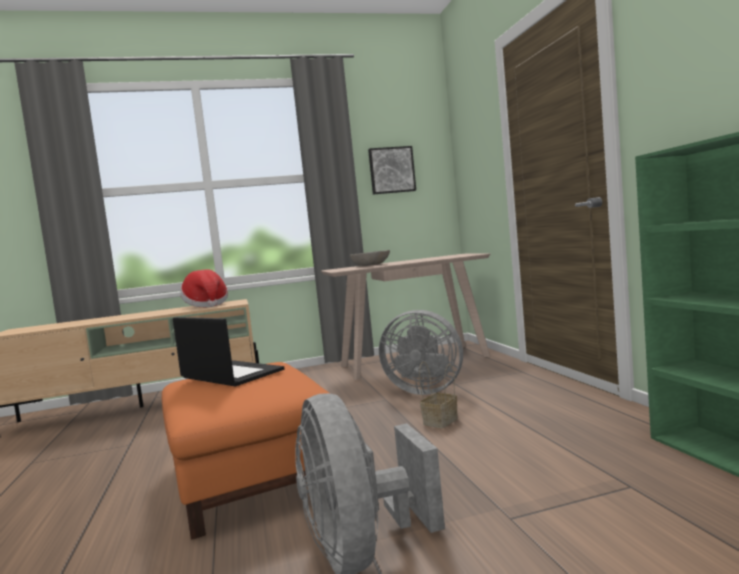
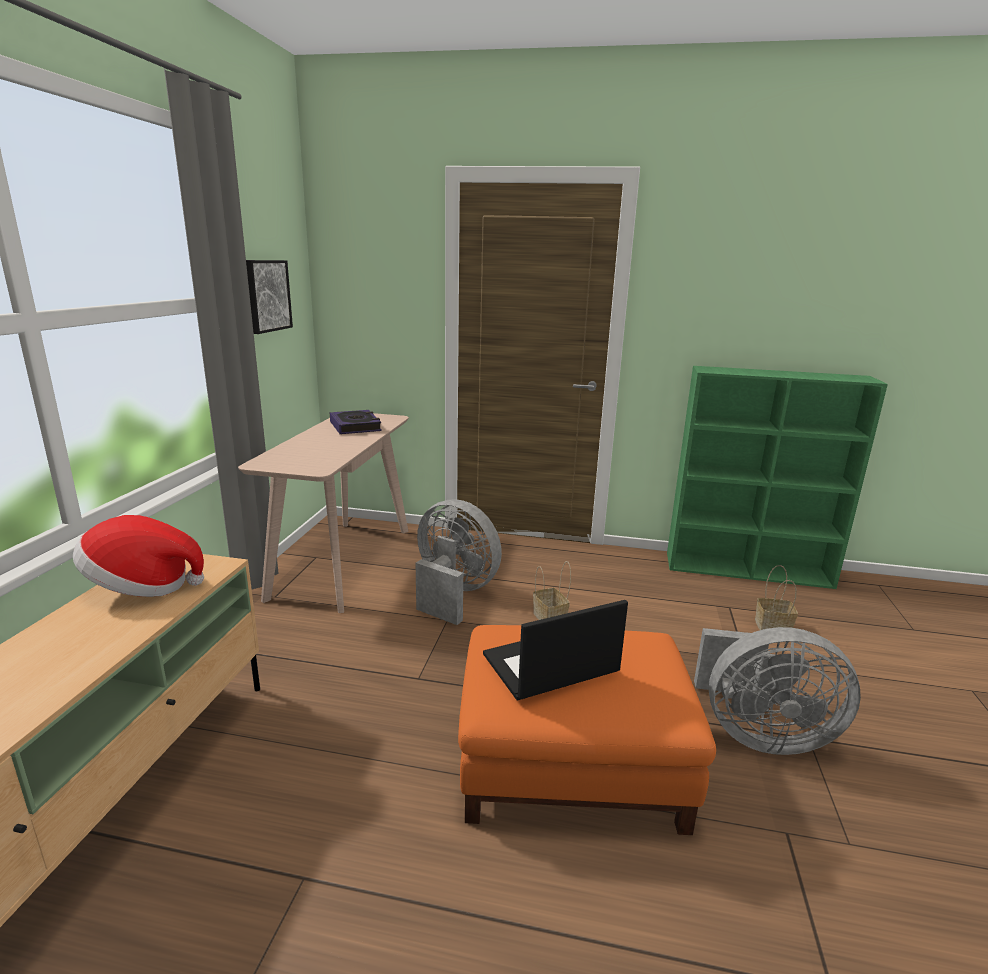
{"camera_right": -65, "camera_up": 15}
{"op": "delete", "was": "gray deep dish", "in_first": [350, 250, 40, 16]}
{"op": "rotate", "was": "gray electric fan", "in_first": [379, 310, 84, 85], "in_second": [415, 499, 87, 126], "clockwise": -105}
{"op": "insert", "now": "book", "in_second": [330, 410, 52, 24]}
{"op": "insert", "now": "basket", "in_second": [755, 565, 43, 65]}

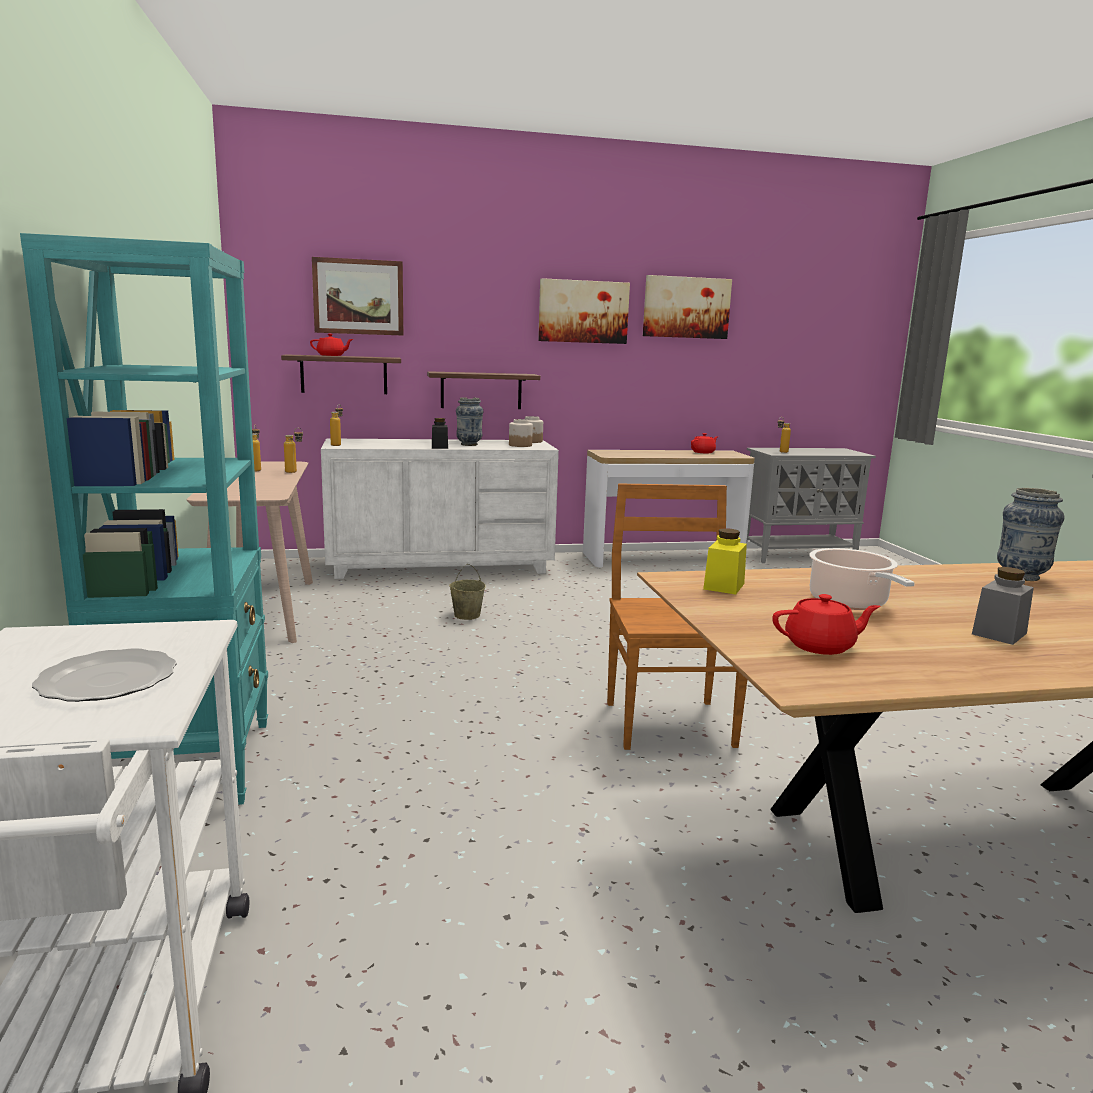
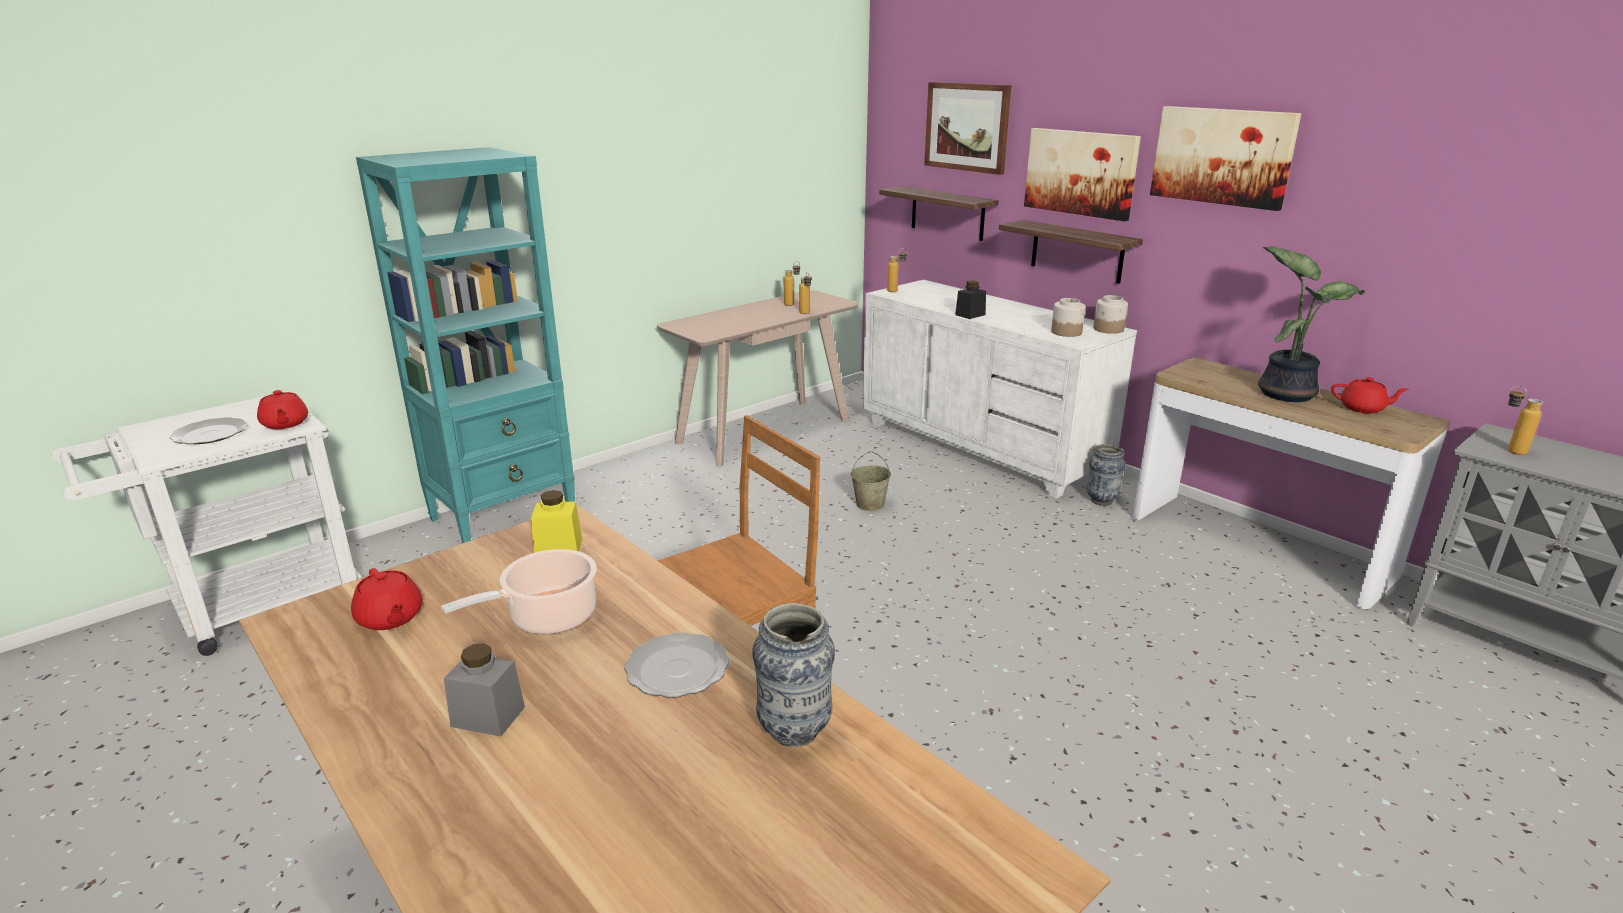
{"camera_right": 60, "camera_up": 10}
{"op": "move", "was": "red-coloured teapot", "in_first": [310, 334, 43, 22], "in_second": [257, 390, 51, 39]}
{"op": "move", "was": "decorative vase", "in_first": [456, 397, 27, 49], "in_second": [1087, 444, 39, 62]}
{"op": "move", "was": "wall picture", "in_first": [643, 275, 89, 64], "in_second": [1024, 128, 117, 93]}
{"op": "insert", "now": "flat dish", "in_second": [624, 632, 105, 66]}
{"op": "insert", "now": "houseplant", "in_second": [1258, 246, 106, 156]}

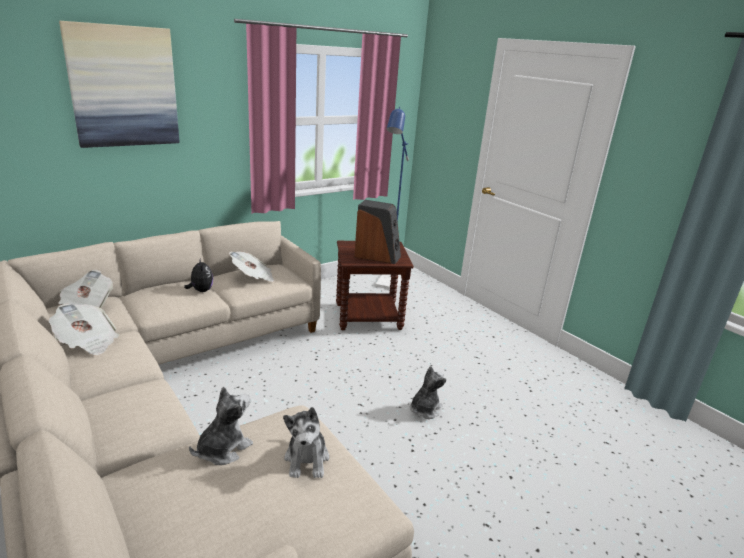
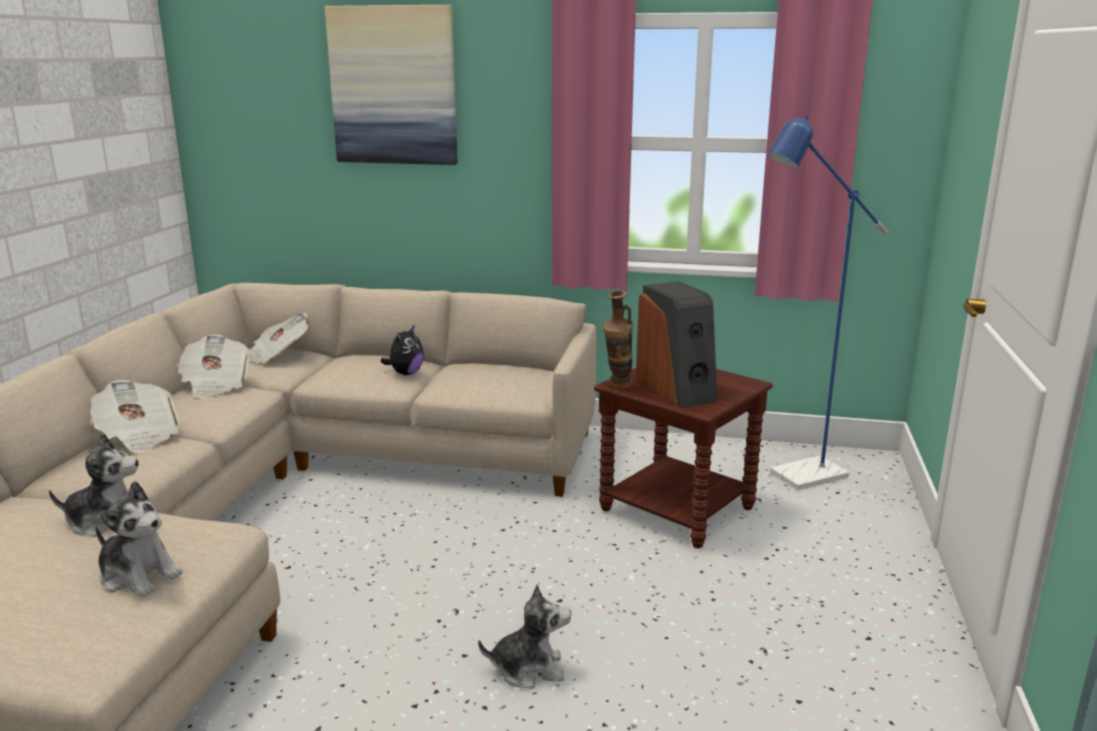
{"camera_right": 50, "camera_up": -5}
{"op": "move", "was": "daily paper", "in_first": [229, 251, 45, 31], "in_second": [90, 380, 90, 73]}
{"op": "rotate", "was": "cuddly toy", "in_first": [283, 407, 46, 71], "in_second": [95, 481, 88, 116], "clockwise": -105}
{"op": "insert", "now": "decorative vase", "in_second": [603, 290, 30, 99]}

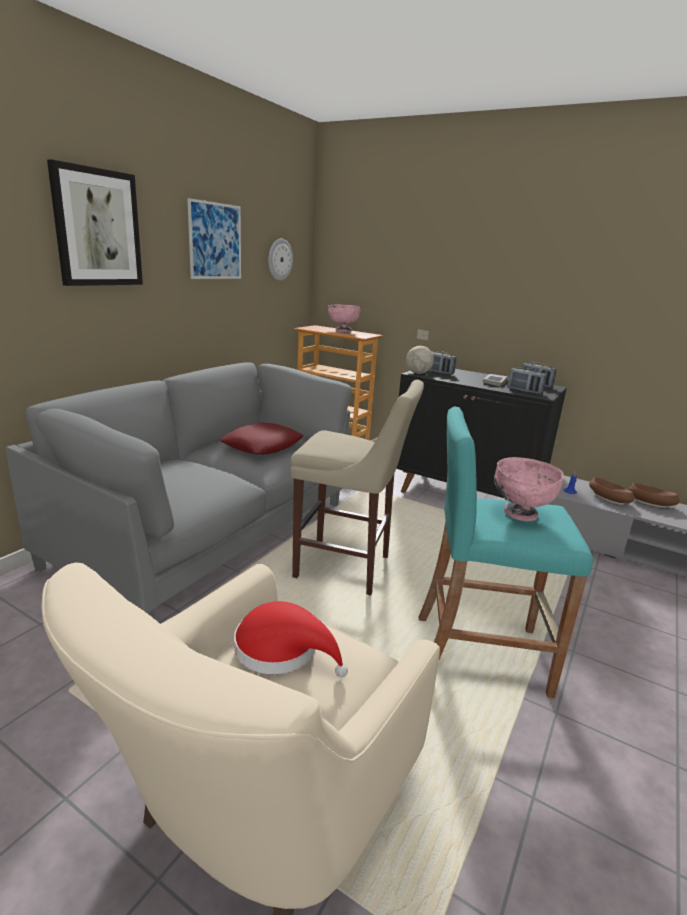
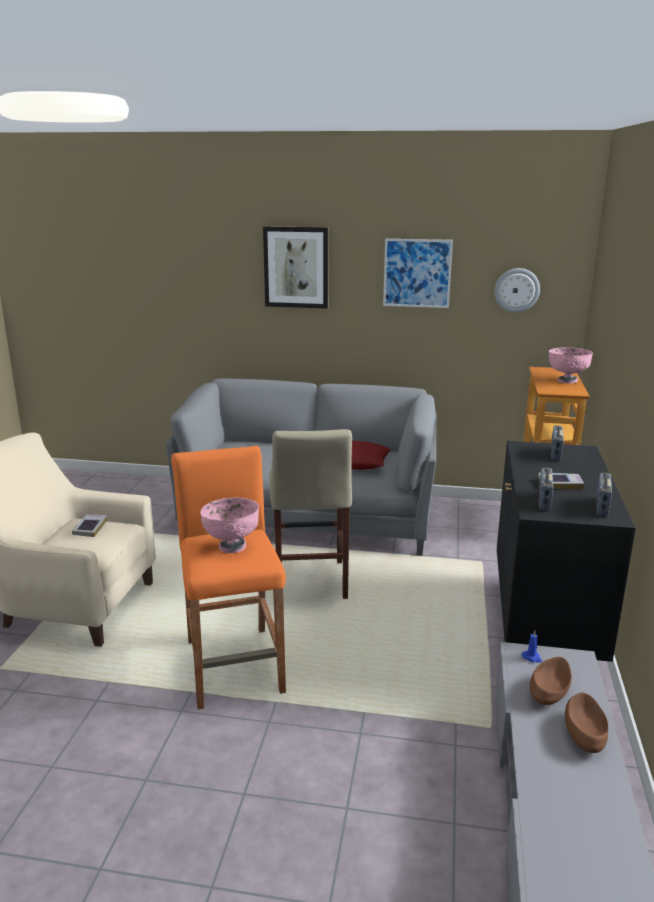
{"camera_right": 70, "camera_up": 0}
{"op": "replace", "was": "red-coloured clothing hat", "now": "book", "in_first": [234, 601, 114, 76], "in_second": [72, 515, 35, 22]}
{"op": "delete", "was": "world globe", "in_first": [406, 329, 28, 45]}
{"op": "recolor", "was": "blue-green stool", "now": "orange stool", "in_first": [419, 406, 174, 292], "in_second": [171, 446, 115, 263]}

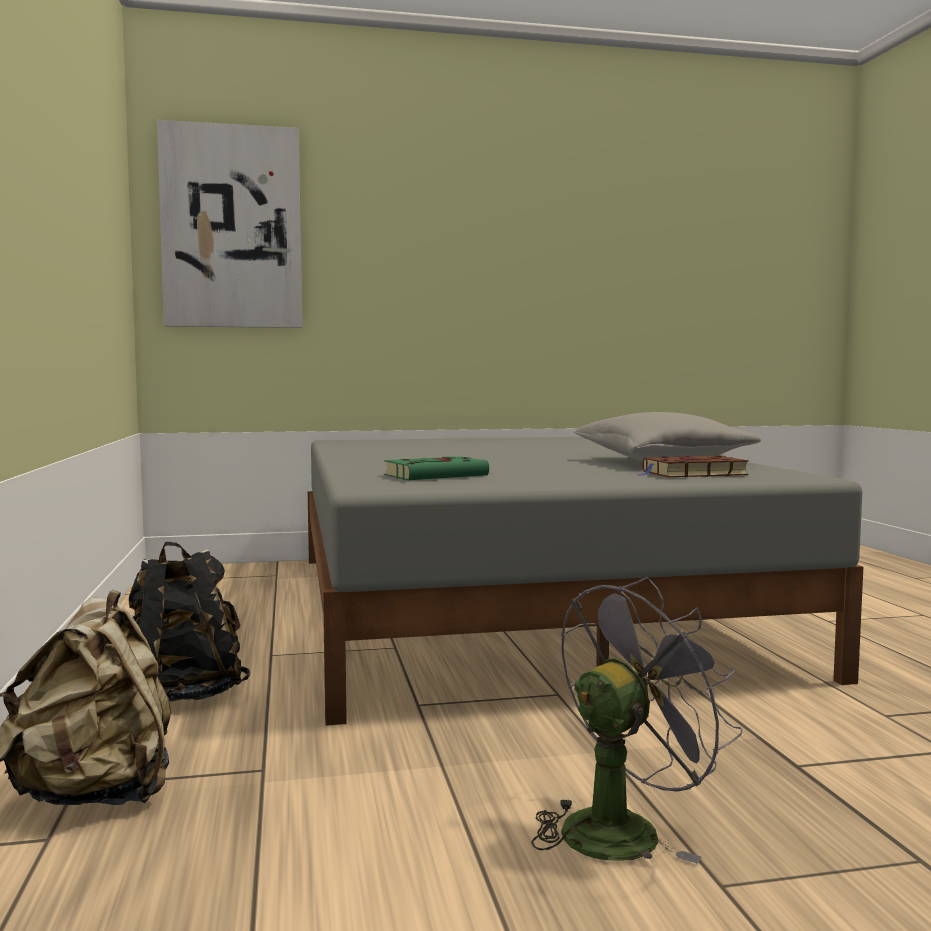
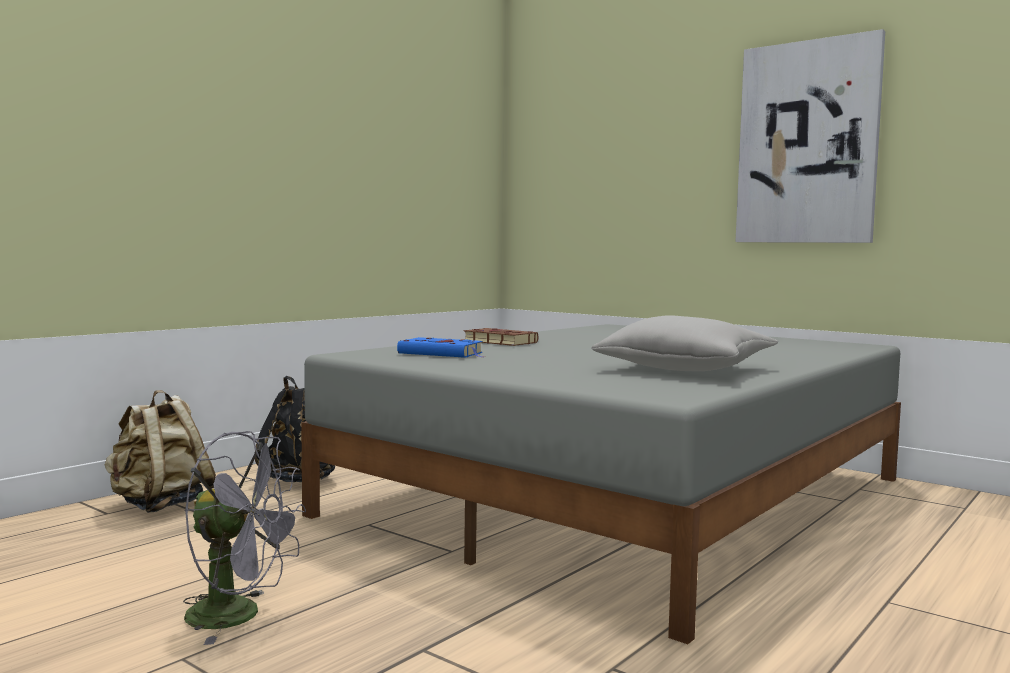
{"camera_right": 50, "camera_up": 0}
{"op": "move", "was": "wall picture", "in_first": [157, 120, 145, 208], "in_second": [736, 29, 149, 214]}
{"op": "recolor", "was": "greenish book", "now": "blue-coloured book", "in_first": [384, 456, 108, 24], "in_second": [397, 337, 86, 21]}
{"op": "move", "was": "brownish book", "in_first": [635, 455, 114, 22], "in_second": [464, 328, 74, 18]}

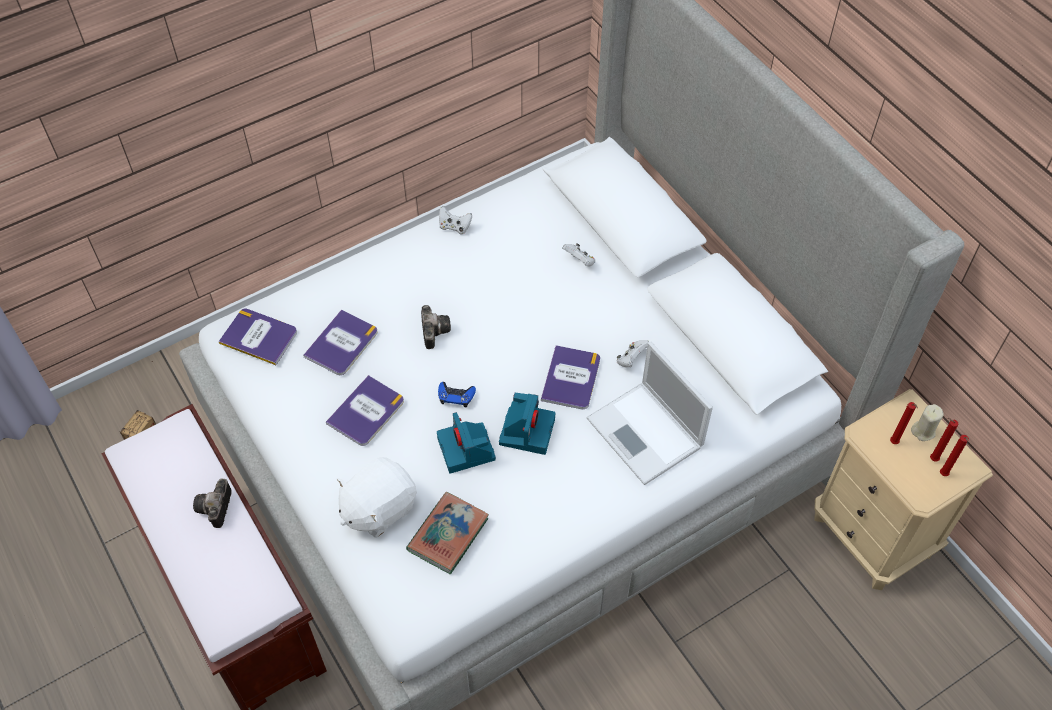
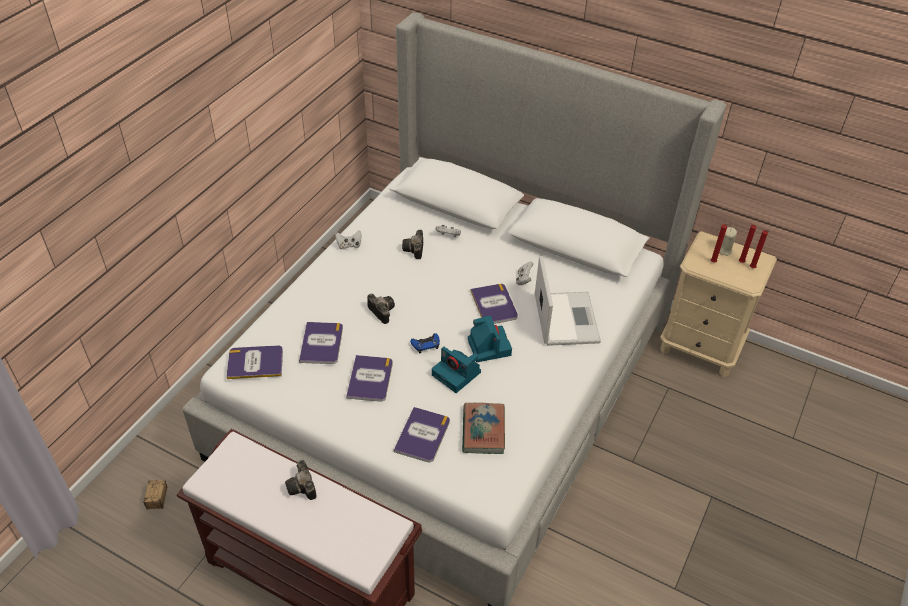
{"camera_right": -30, "camera_up": -10}
{"op": "replace", "was": "white-coloured cuddly toy", "now": "book", "in_first": [337, 457, 80, 81], "in_second": [394, 407, 56, 55]}
{"op": "rotate", "was": "portable computer", "in_first": [586, 342, 127, 143], "in_second": [535, 256, 66, 90], "clockwise": -120}
{"op": "insert", "now": "photo camera", "in_second": [402, 230, 21, 29]}

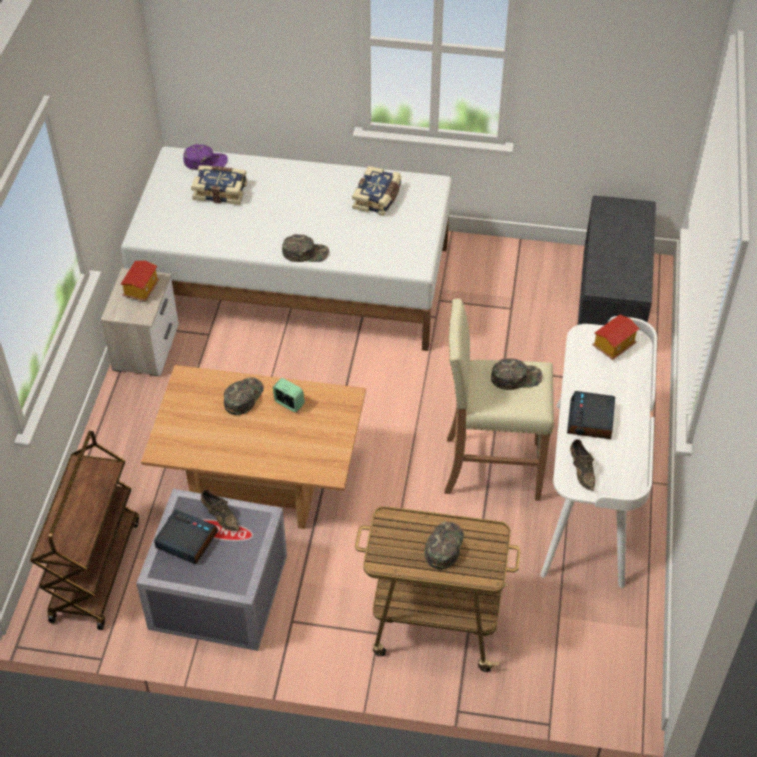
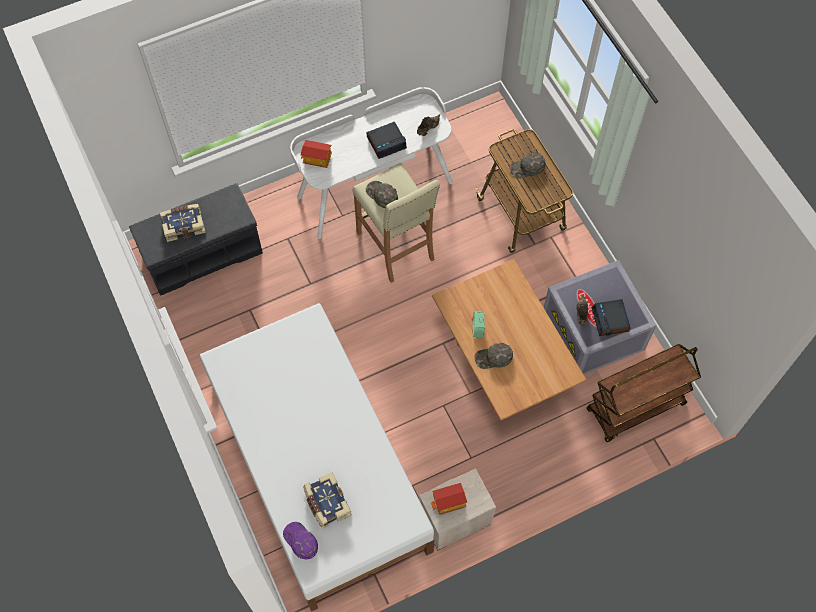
{"camera_right": -125, "camera_up": 15}
{"op": "delete", "was": "greenish peaked cap", "in_first": [282, 234, 47, 28]}
{"op": "move", "was": "book", "in_first": [352, 166, 50, 50], "in_second": [160, 204, 46, 38]}

